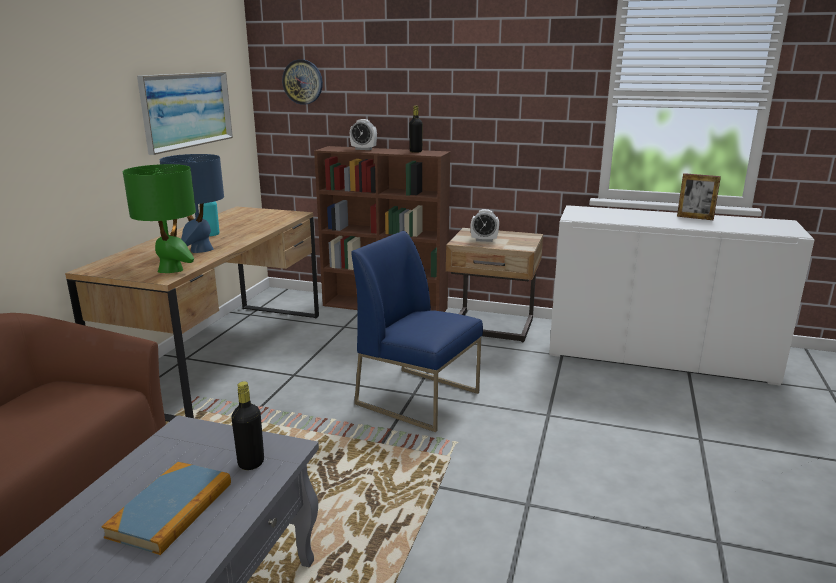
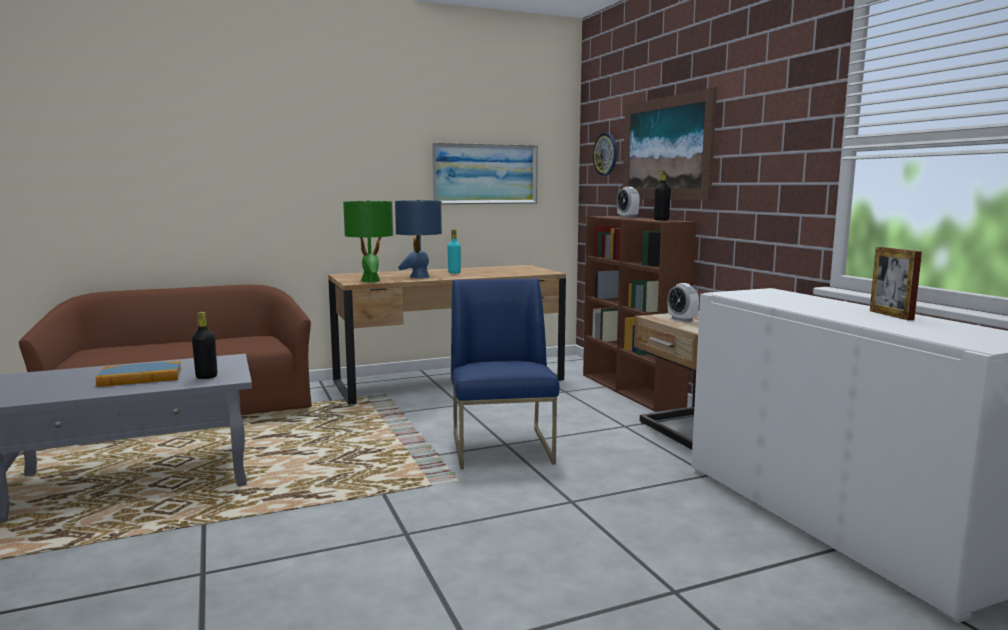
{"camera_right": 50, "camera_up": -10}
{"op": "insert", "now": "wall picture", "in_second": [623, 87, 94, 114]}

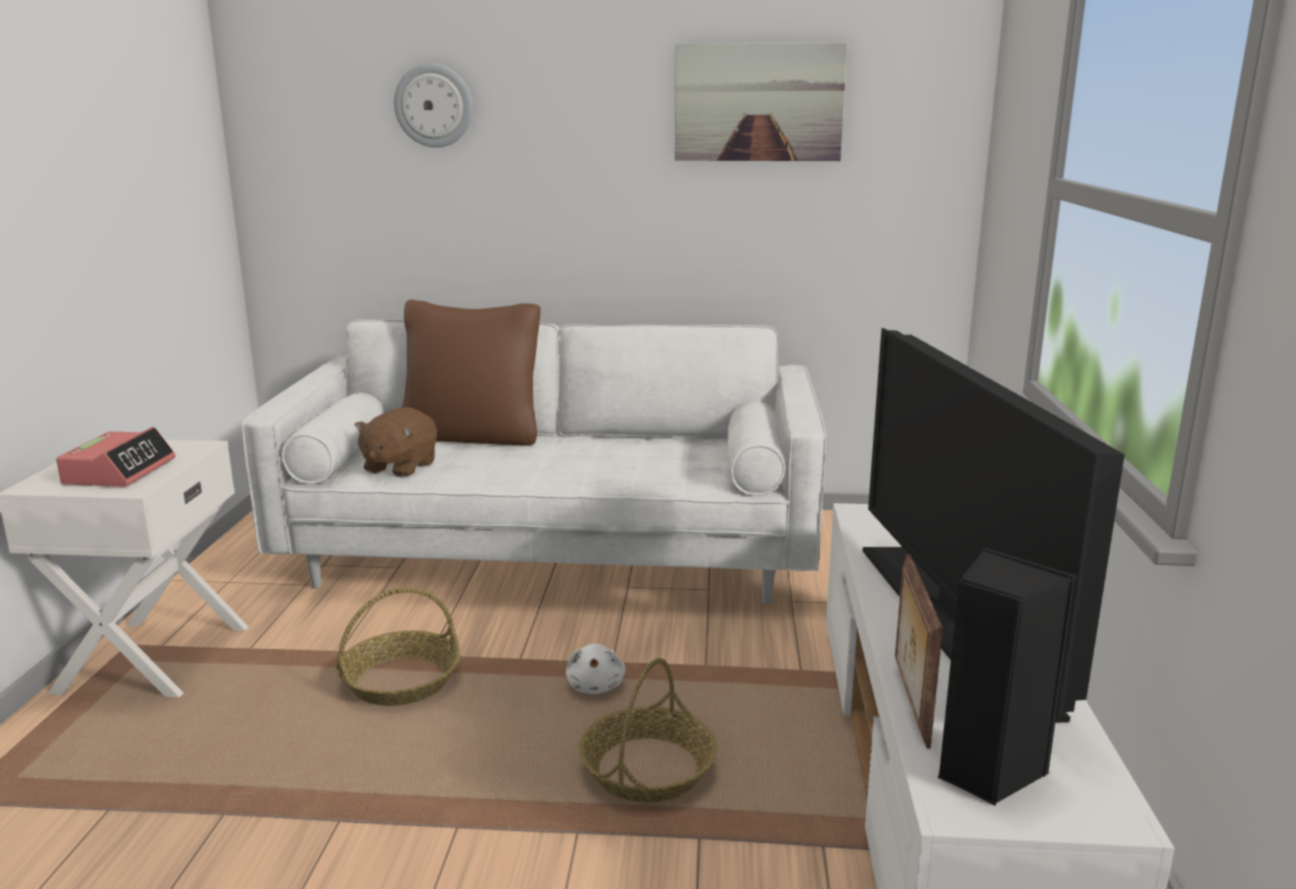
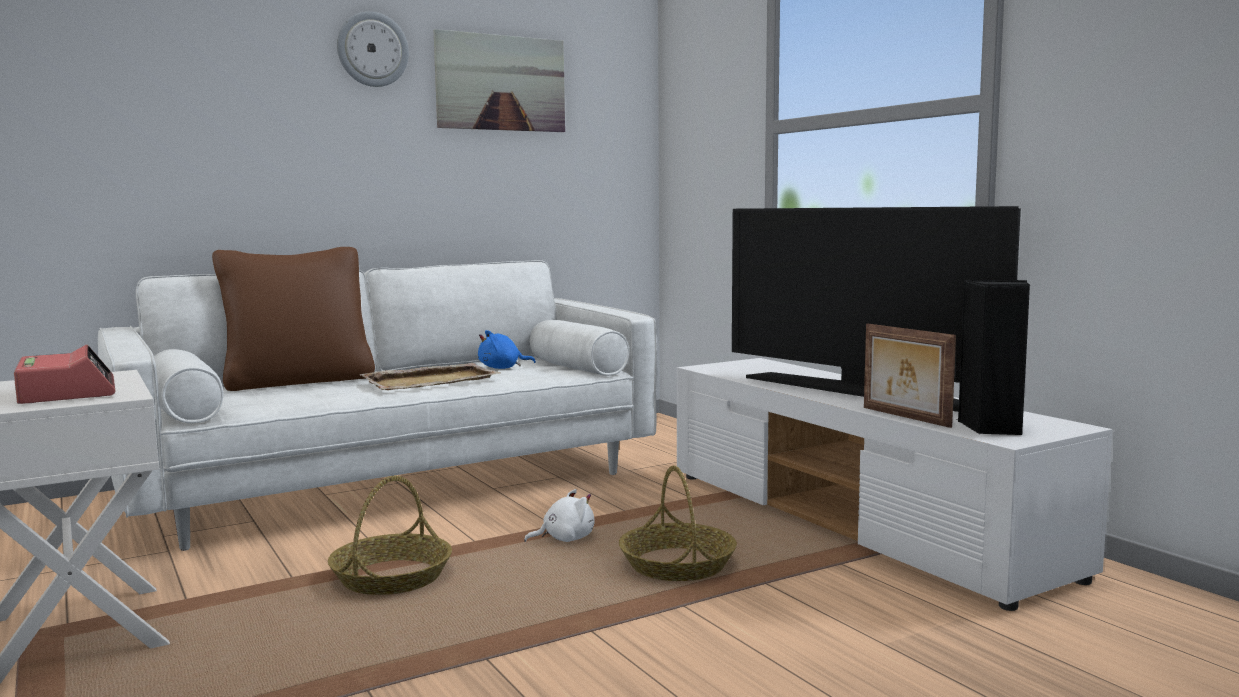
{"camera_right": -35, "camera_up": -10}
{"op": "delete", "was": "brownish cuddly toy", "in_first": [354, 407, 83, 70]}
{"op": "move", "was": "hanging clock", "in_first": [394, 63, 79, 85], "in_second": [337, 11, 72, 76]}
{"op": "rotate", "was": "white-coloured cuddly toy", "in_first": [566, 644, 60, 50], "in_second": [524, 489, 70, 53], "clockwise": -75}
{"op": "insert", "now": "beige serving tray", "in_second": [359, 363, 141, 27]}
{"op": "insert", "now": "blue-coloured cuddly toy", "in_second": [478, 330, 58, 39]}

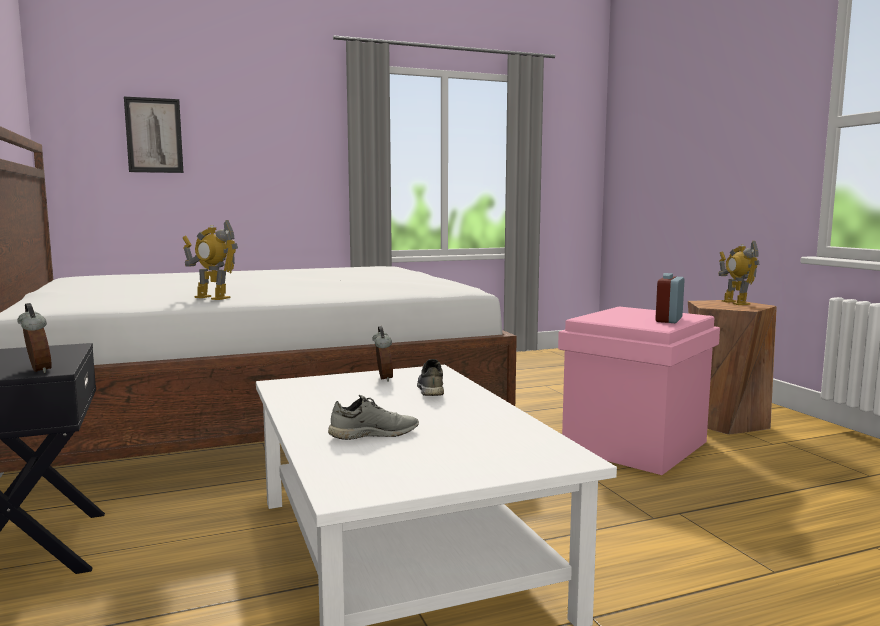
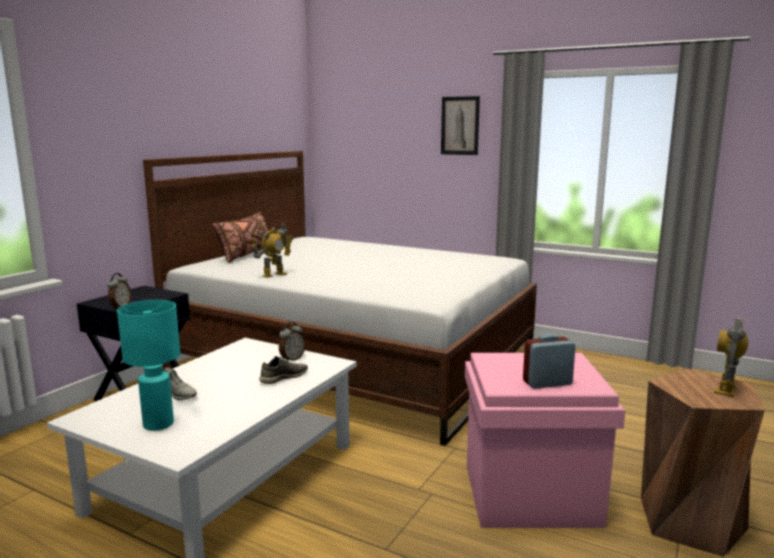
{"camera_right": 50, "camera_up": 5}
{"op": "move", "was": "wall picture", "in_first": [124, 97, 59, 76], "in_second": [441, 96, 39, 59]}
{"op": "rotate", "was": "robot figure", "in_first": [183, 220, 55, 80], "in_second": [251, 223, 42, 55], "clockwise": -120}
{"op": "insert", "now": "blue-green table lamp", "in_second": [117, 300, 63, 131]}
{"op": "insert", "now": "brownish cushion", "in_second": [212, 212, 56, 51]}

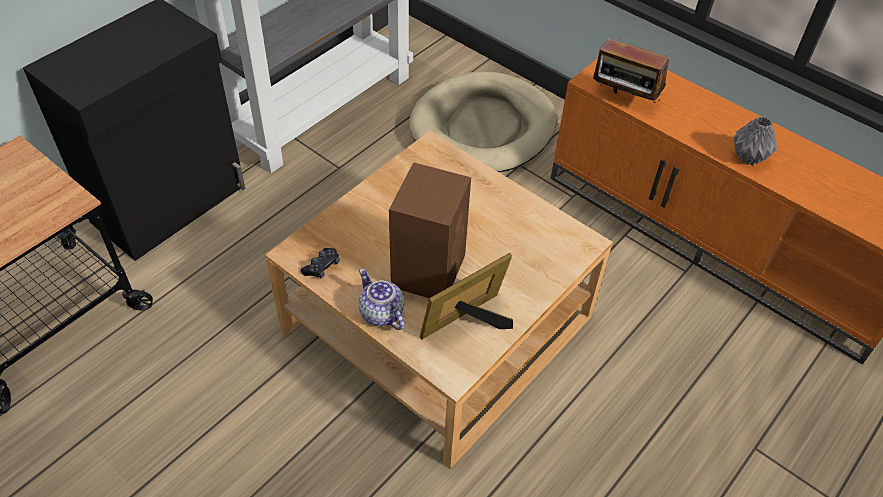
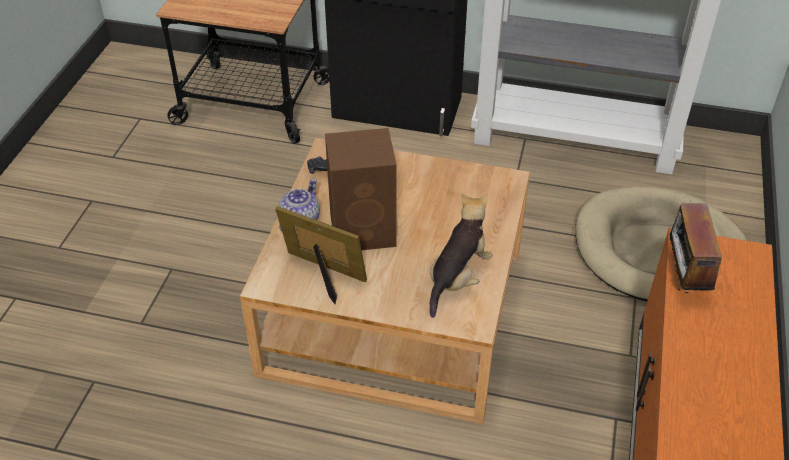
{"camera_right": 65, "camera_up": -5}
{"op": "delete", "was": "gray decorative vase", "in_first": [733, 117, 44, 48]}
{"op": "insert", "now": "cuddly toy", "in_second": [430, 193, 63, 125]}

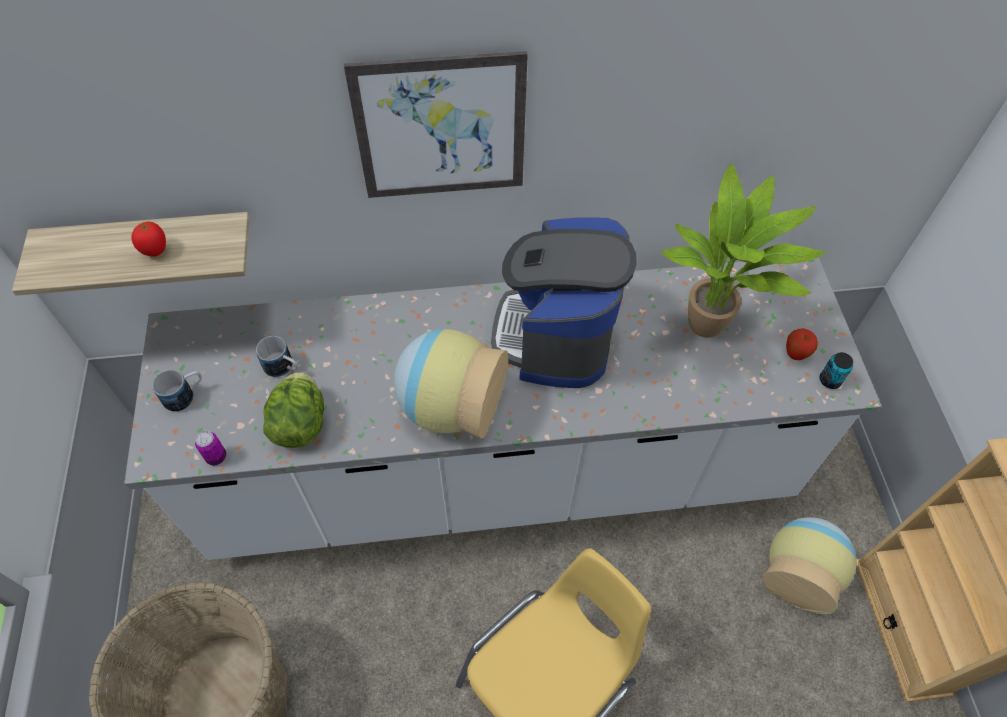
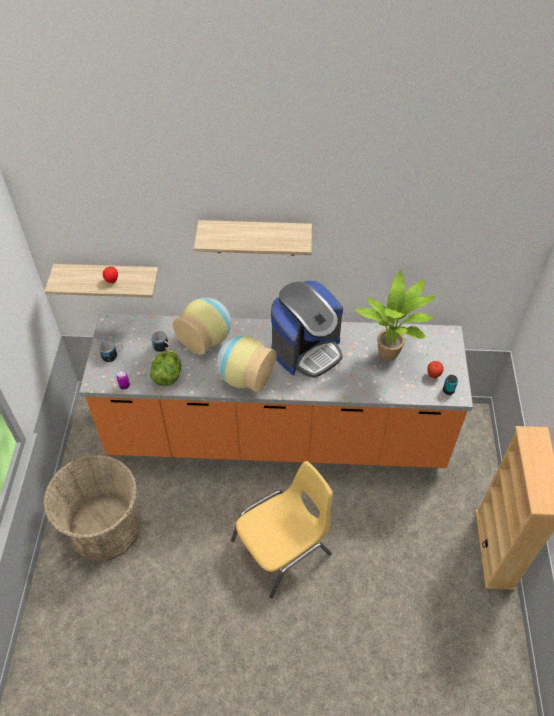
{"camera_right": 10, "camera_up": -5}
{"op": "recolor", "was": "white-coloured kitchen base unit", "now": "orange kitchen base unit", "in_first": [124, 257, 758, 303], "in_second": [79, 314, 394, 154]}
{"op": "replace", "was": "wall picture", "now": "bracket shelf", "in_first": [344, 51, 184, 147], "in_second": [194, 220, 118, 35]}
{"op": "rotate", "was": "coffee machine", "in_first": [491, 217, 146, 171], "in_second": [271, 281, 72, 97], "clockwise": -150}
{"op": "move", "was": "decorative vase", "in_first": [763, 517, 93, 97], "in_second": [173, 298, 58, 57]}

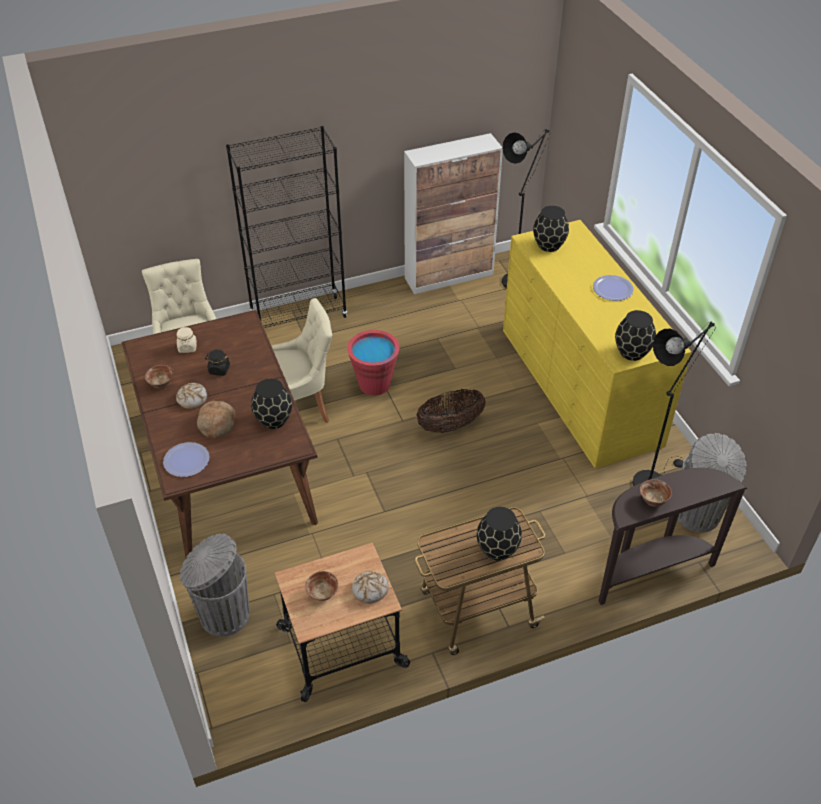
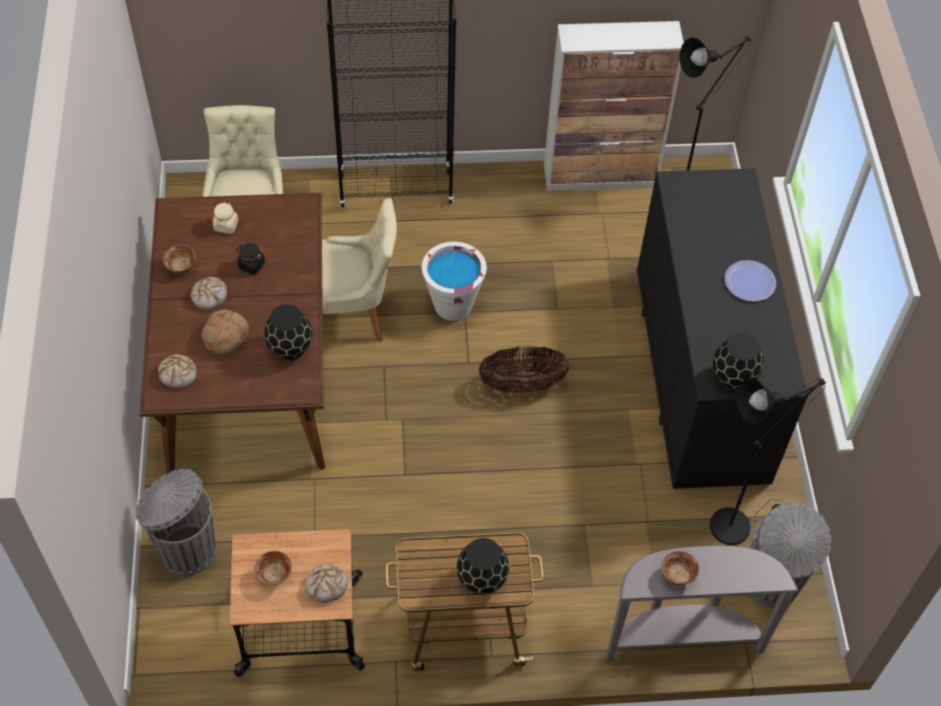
{"camera_right": 15, "camera_up": 10}
{"op": "replace", "was": "flat dish", "now": "bread", "in_first": [163, 442, 47, 35], "in_second": [158, 354, 39, 34]}
{"op": "recolor", "was": "red-coloured bucket", "now": "white-coloured bucket", "in_first": [347, 330, 53, 66], "in_second": [422, 242, 65, 79]}
{"op": "recolor", "was": "yellowish drawer chest", "now": "blackish drawer chest", "in_first": [503, 220, 188, 249], "in_second": [637, 168, 171, 321]}
{"op": "delete", "was": "blackish decorative vase", "in_first": [533, 206, 36, 46]}
{"op": "recolor", "was": "brownish console table", "now": "gray console table", "in_first": [598, 468, 149, 137], "in_second": [606, 546, 192, 116]}

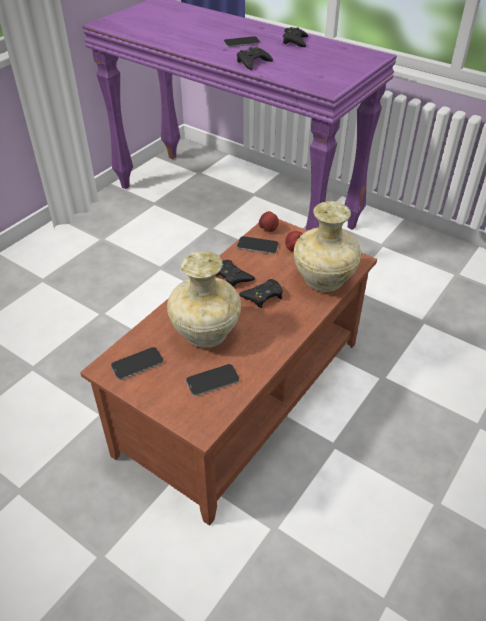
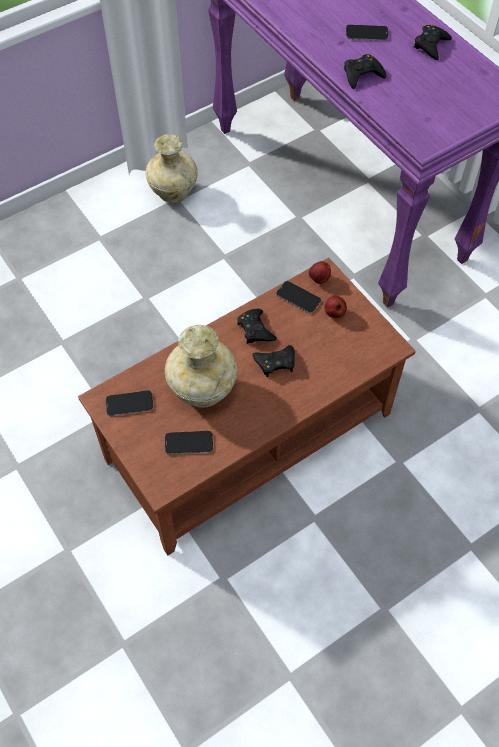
{"camera_right": 20, "camera_up": 15}
{"op": "move", "was": "beige decorative vase", "in_first": [294, 201, 67, 91], "in_second": [146, 134, 52, 69]}

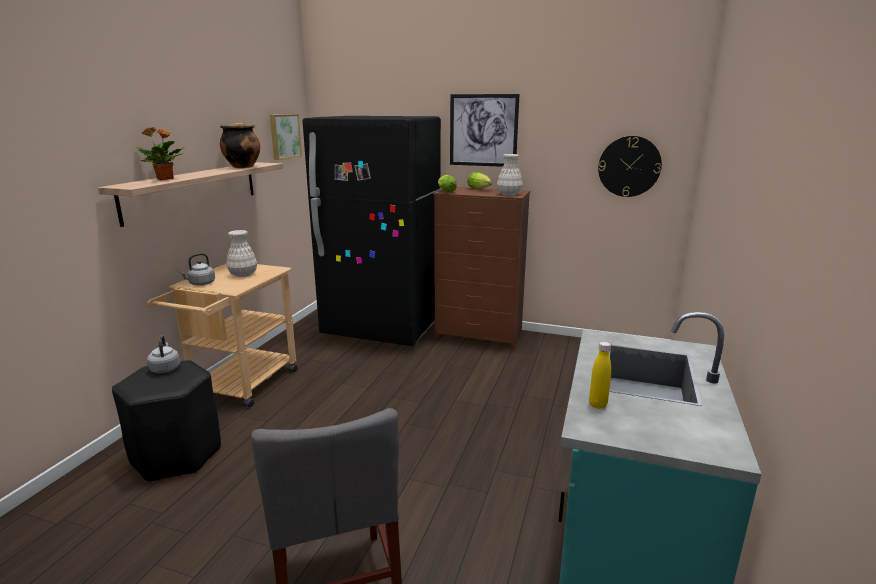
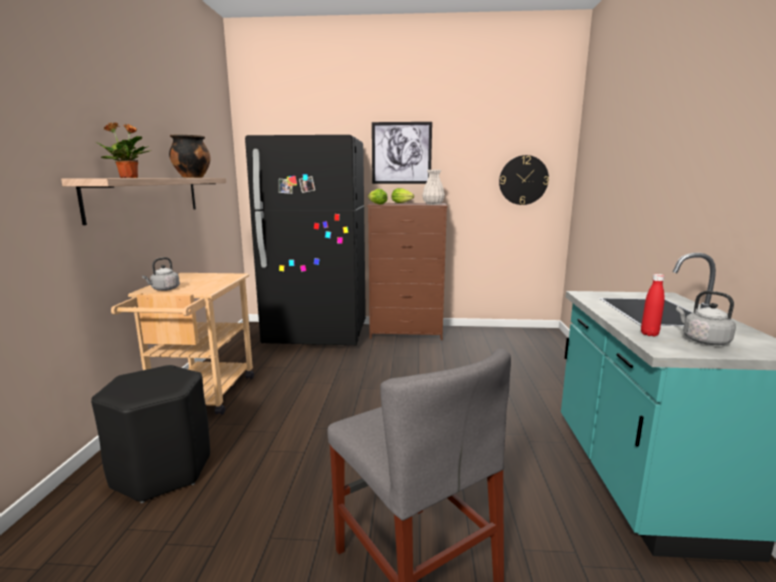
{"camera_right": -15, "camera_up": -5}
{"op": "move", "was": "gray tea kettle", "in_first": [147, 335, 33, 38], "in_second": [676, 291, 60, 54]}
{"op": "delete", "was": "white-coloured decorative vase", "in_first": [226, 230, 31, 47]}
{"op": "delete", "was": "wall picture", "in_first": [270, 114, 32, 46]}
{"op": "recolor", "was": "yellowish drink bottle", "now": "red-coloured drink bottle", "in_first": [589, 342, 22, 67], "in_second": [641, 274, 24, 62]}

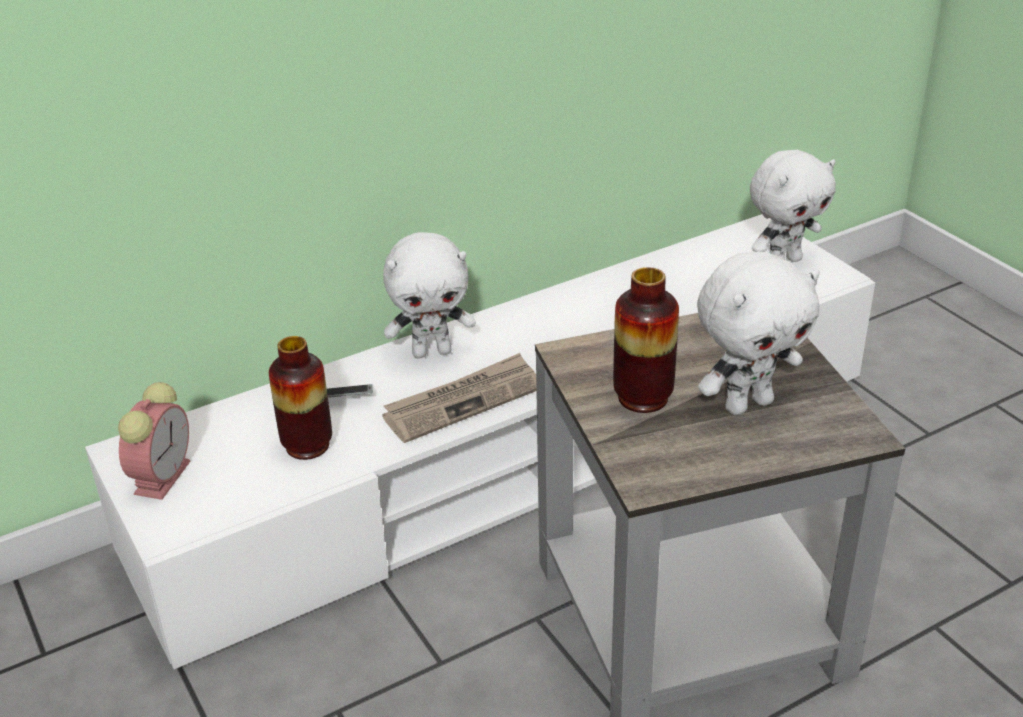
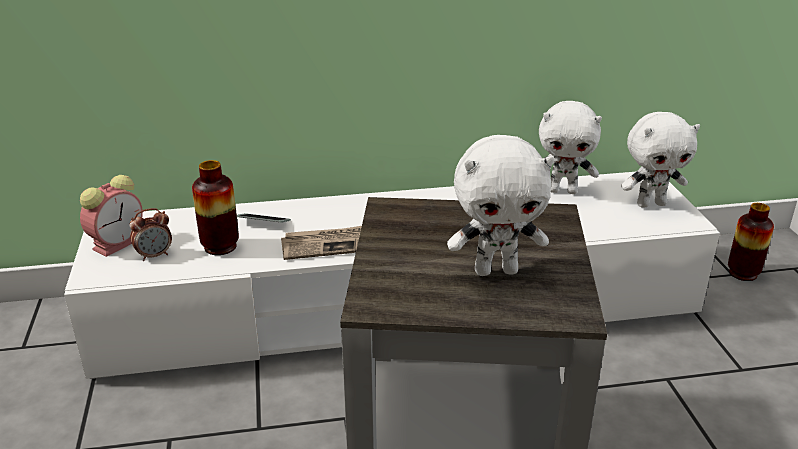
{"camera_right": 20, "camera_up": -5}
{"op": "move", "was": "white-coloured cuddly toy", "in_first": [383, 232, 93, 126], "in_second": [539, 101, 63, 93]}
{"op": "move", "was": "decorative vase", "in_first": [613, 267, 66, 146], "in_second": [728, 203, 46, 78]}
{"op": "insert", "now": "bedside clock", "in_second": [129, 208, 43, 53]}

